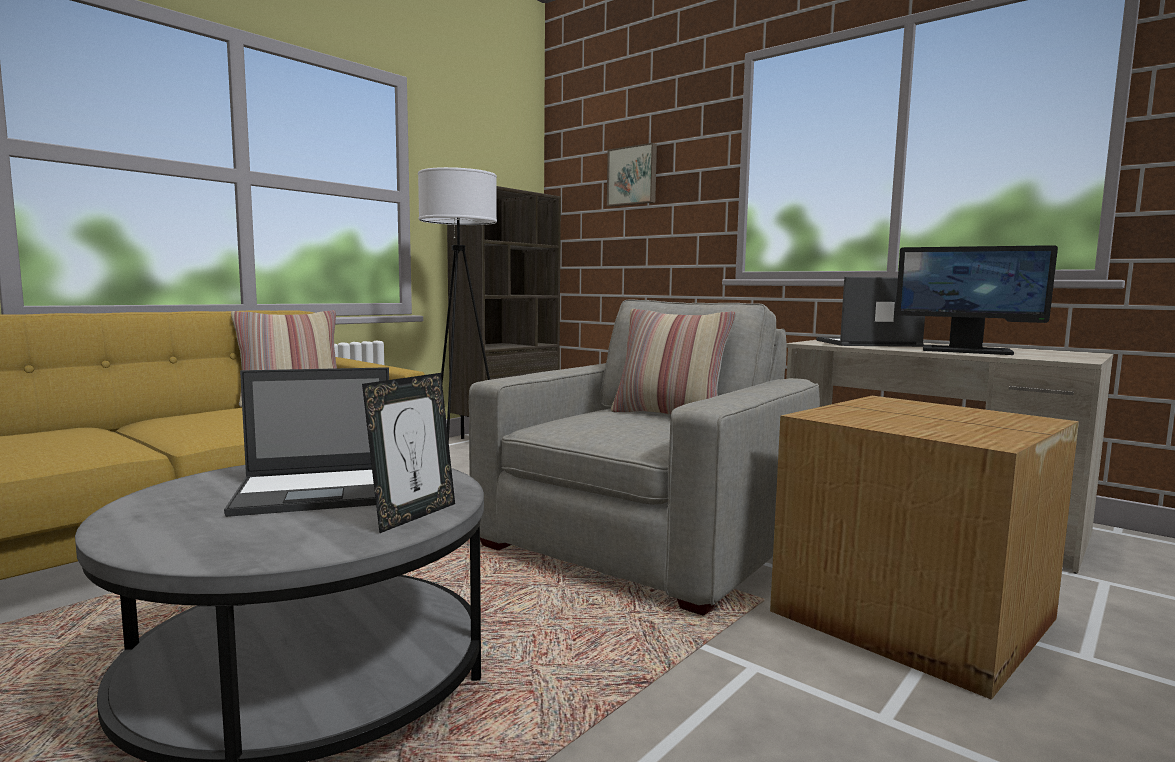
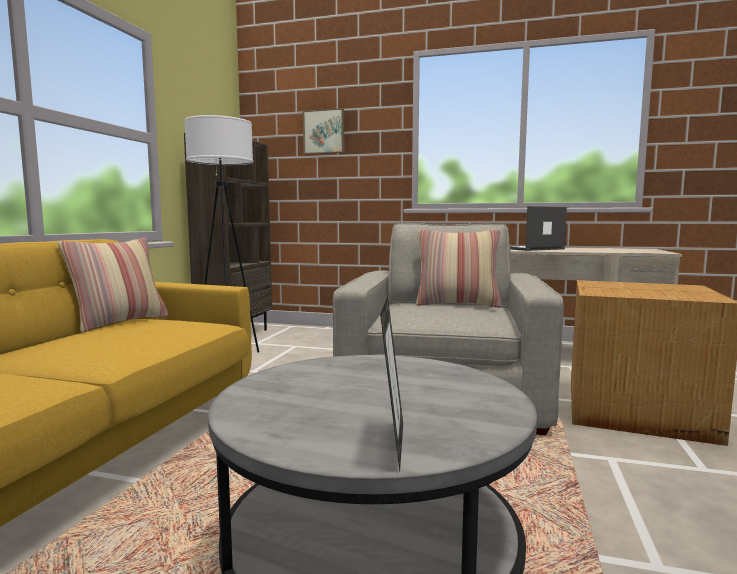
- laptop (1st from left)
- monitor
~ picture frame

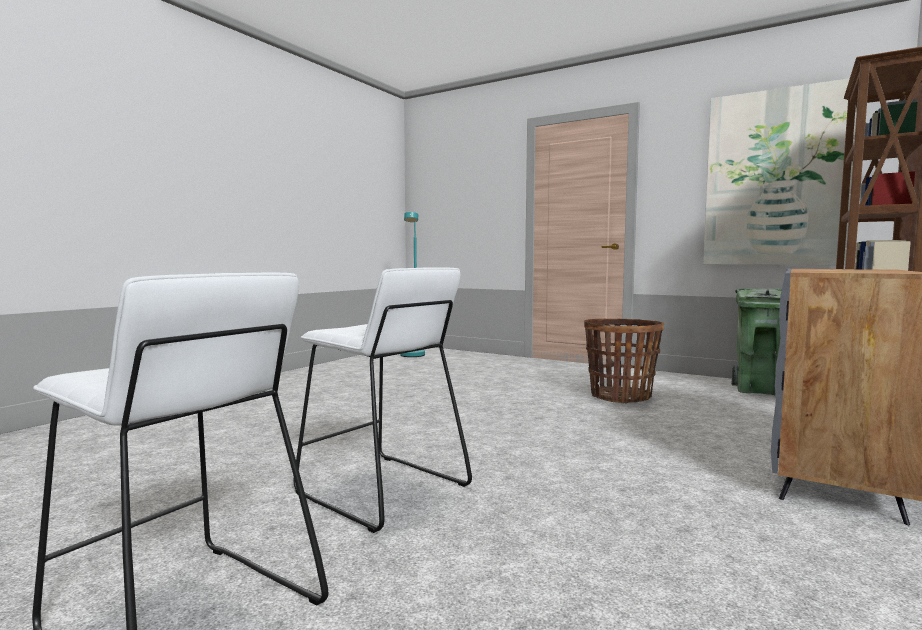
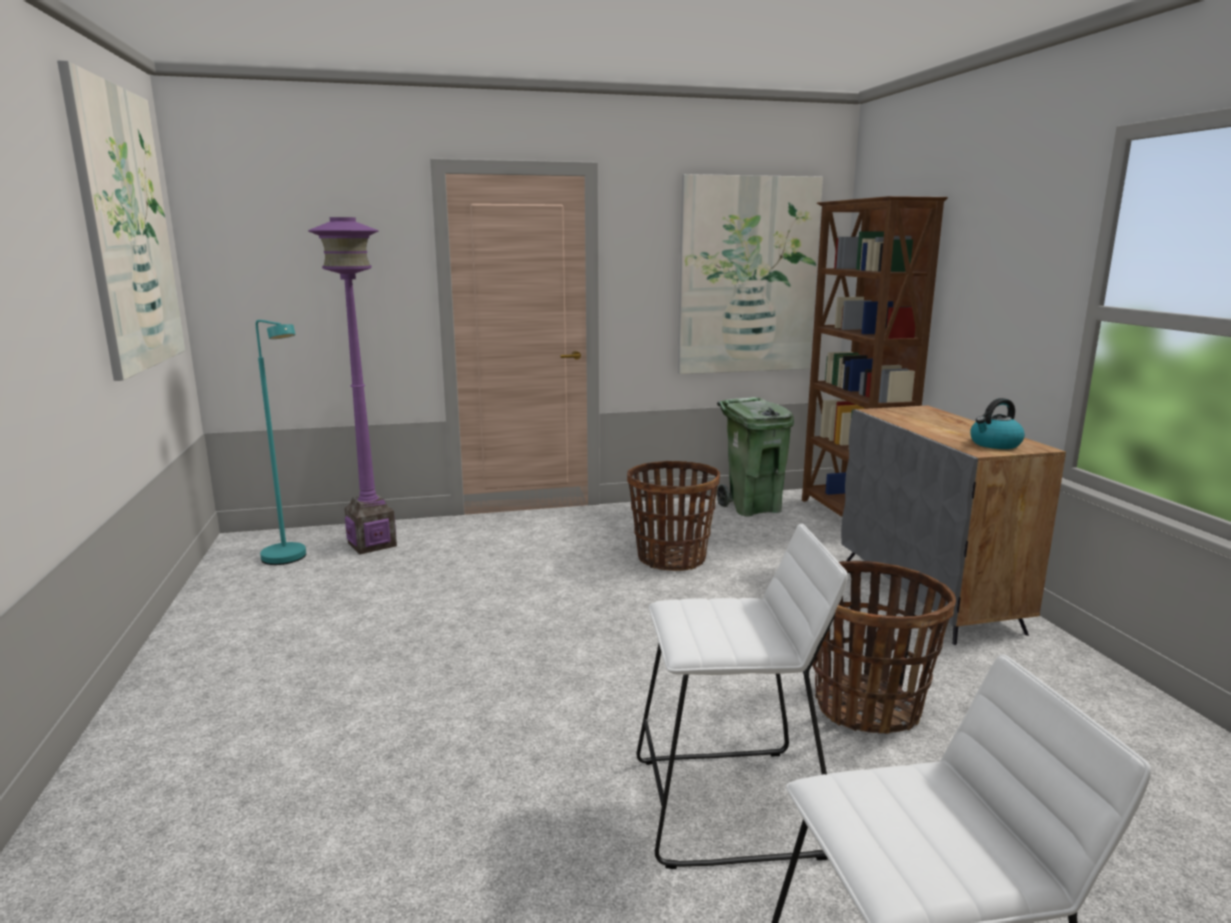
+ picture (1st from left)
+ purple floor lamp
+ basket (2nd from left)
+ kettle

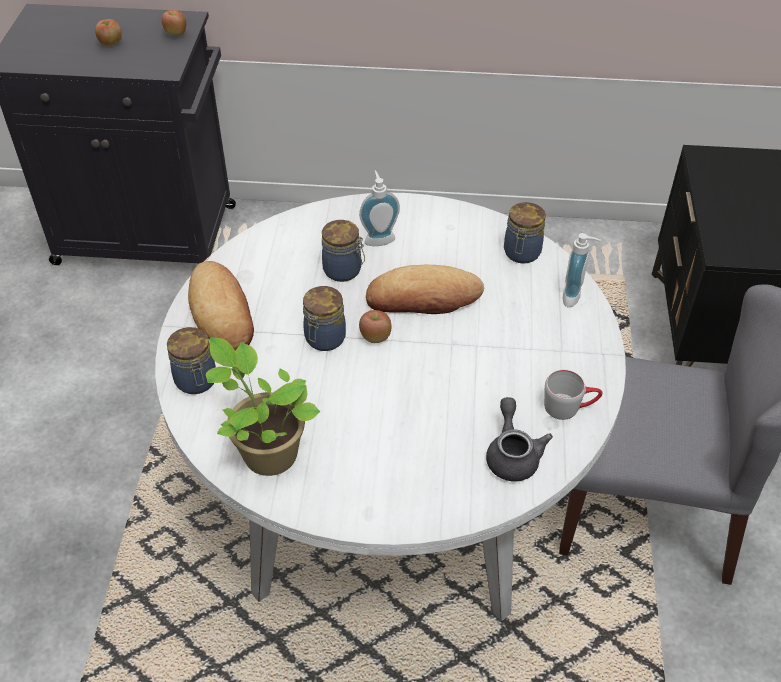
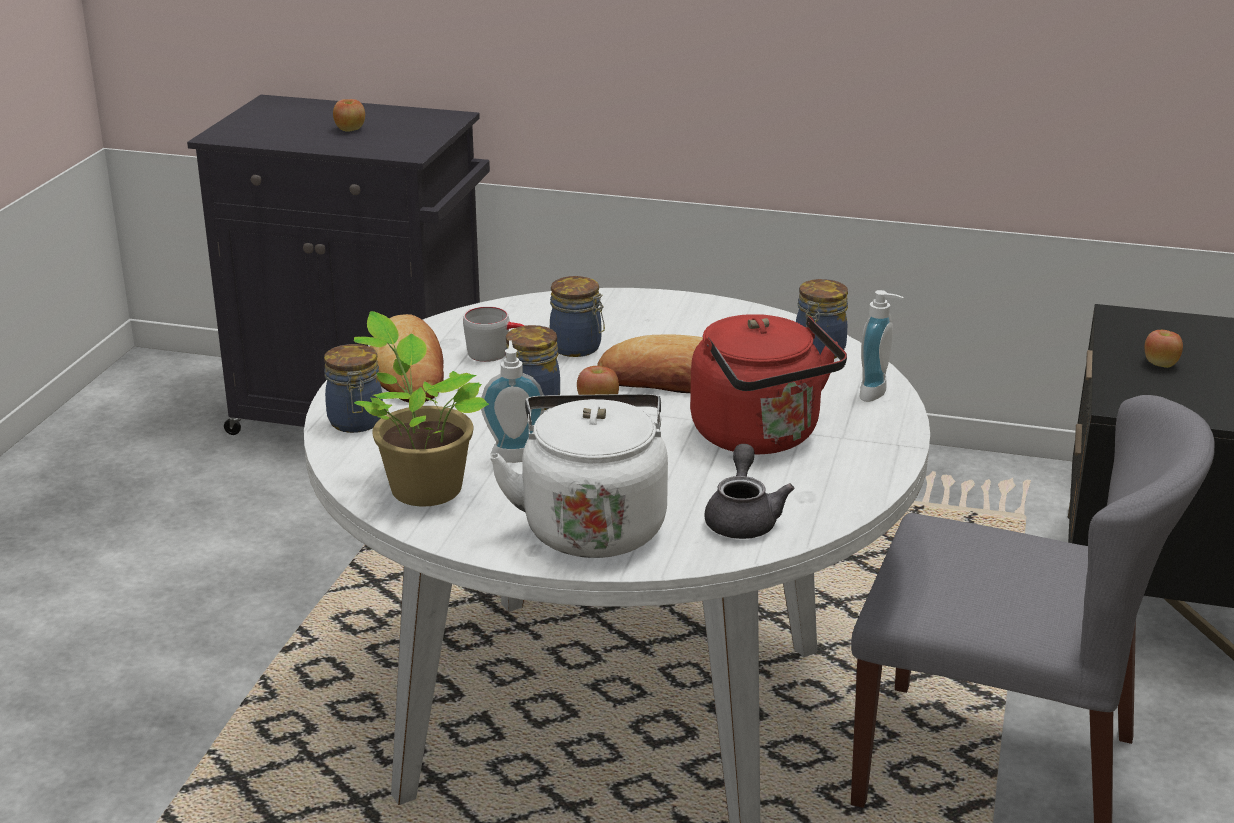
+ white kettle
+ red kettle
~ apple (2nd from left in the first image) to apple (3rd from left)
~ soap dispenser (1st from left)
~ grey mug

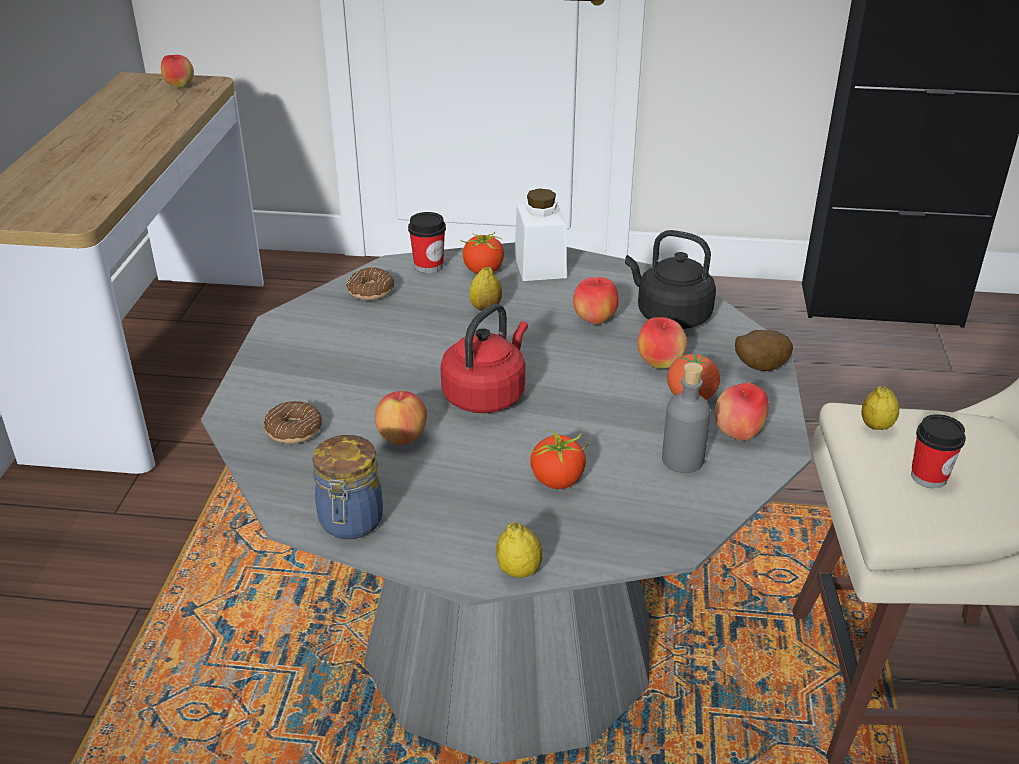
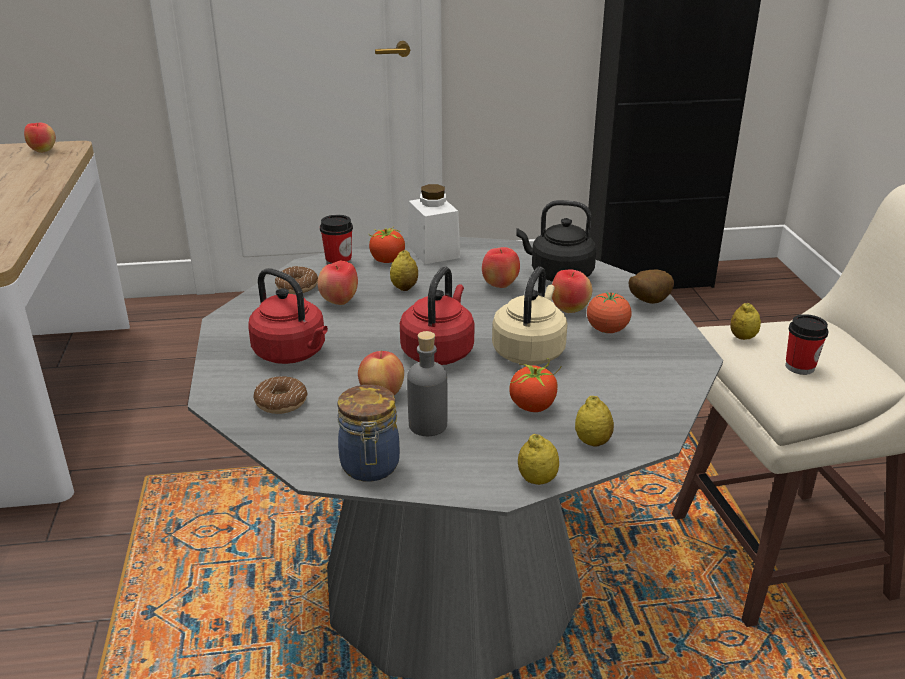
+ red kettle (1st from left)
+ beige kettle
+ lemon (3rd from left)
~ grey bottle
~ apple (5th from left in the first image) to apple (2nd from left)

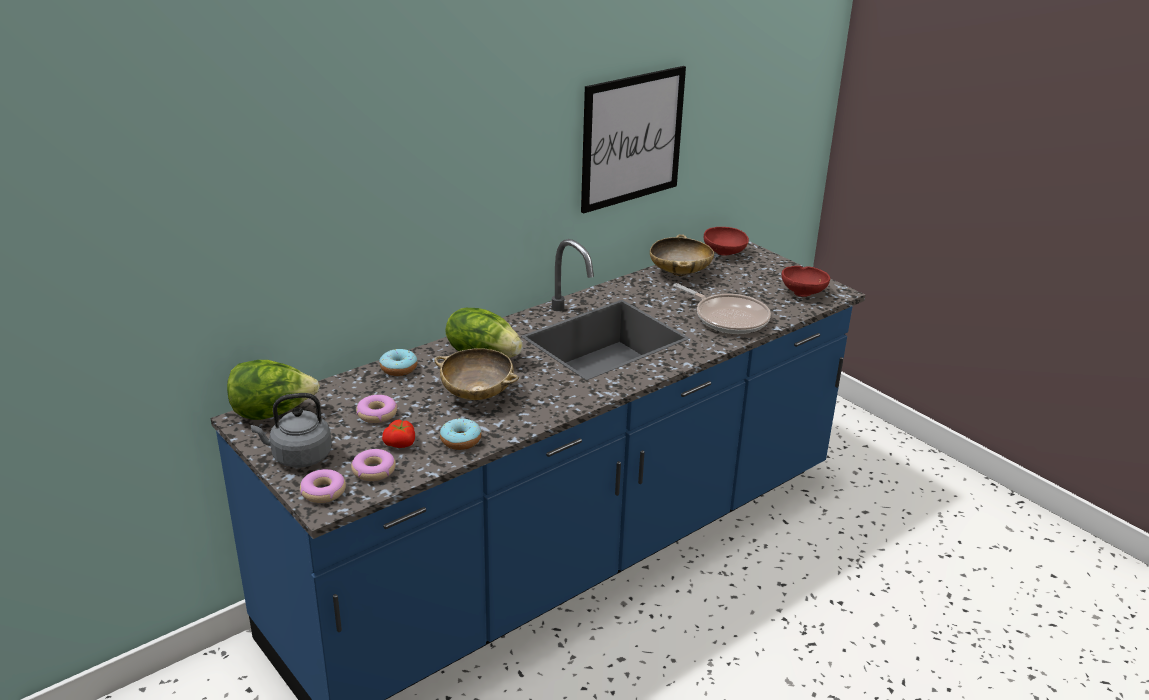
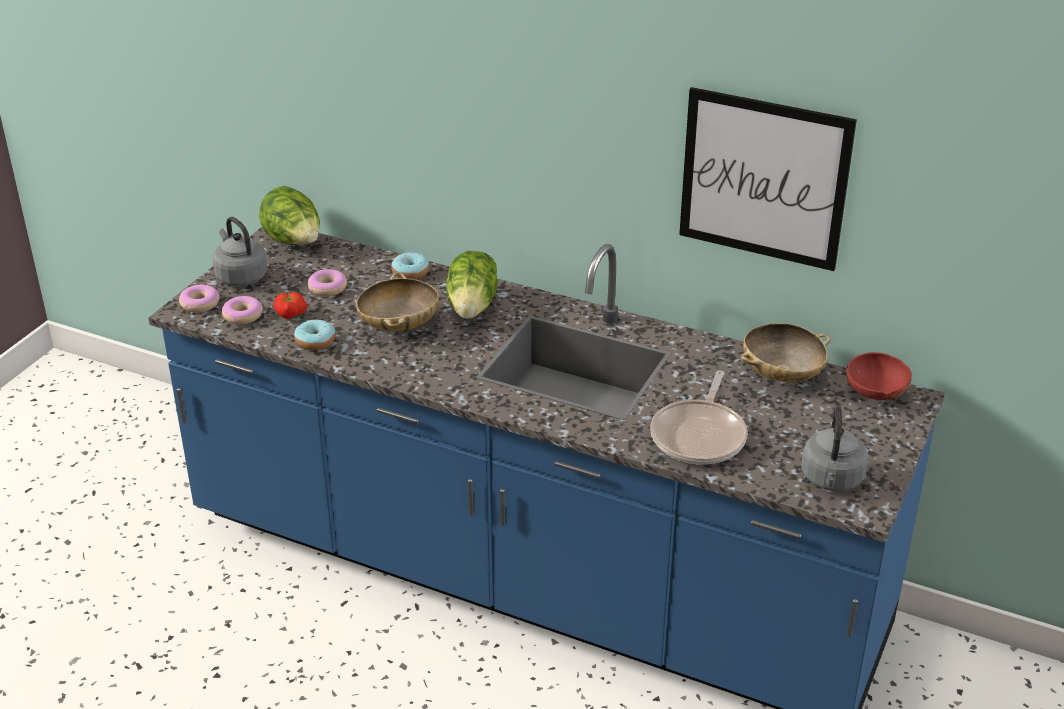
~ red bowl (2nd from left) to grey kettle (2nd from left)

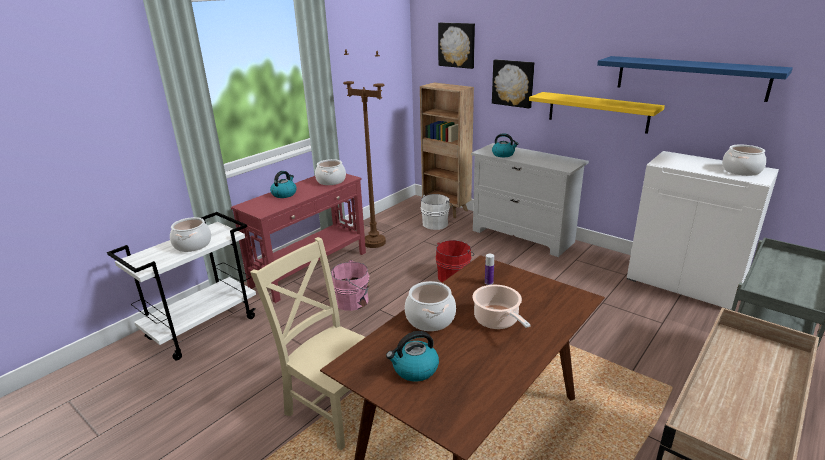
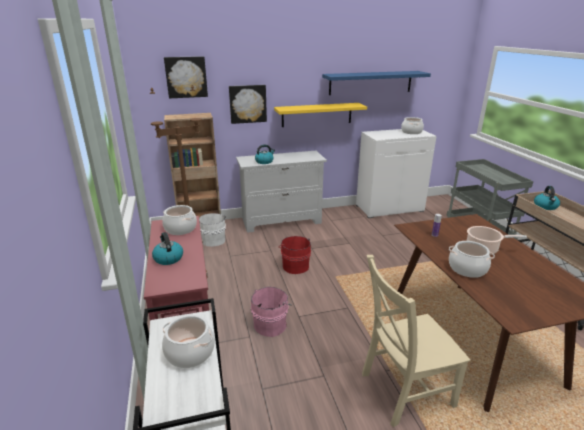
~ kettle (2nd from left in the first image) to kettle (3rd from left)

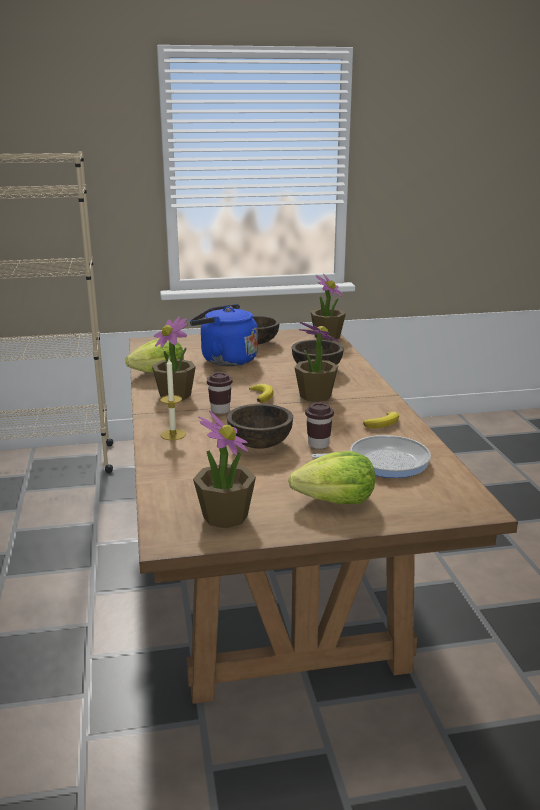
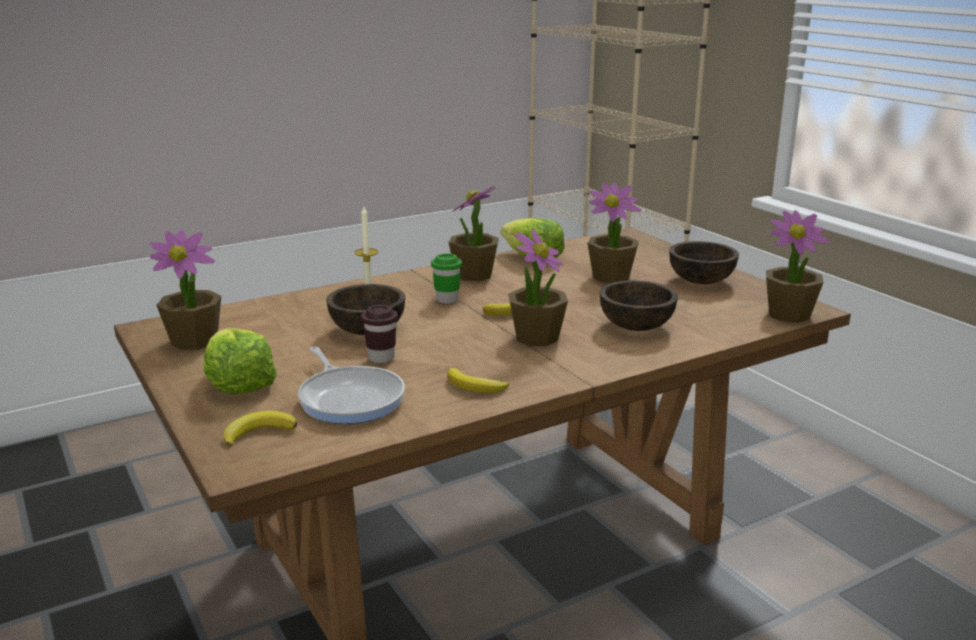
+ banana (1st from left)
~ blue kettle to potted plant (4th from left)
~ brown cup (1st from left) to green cup

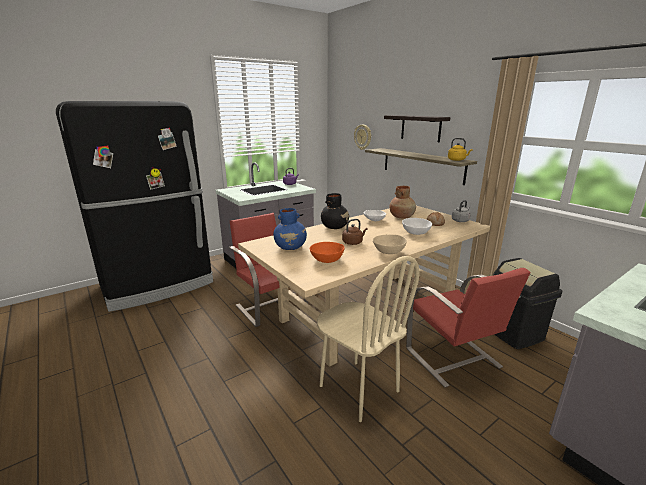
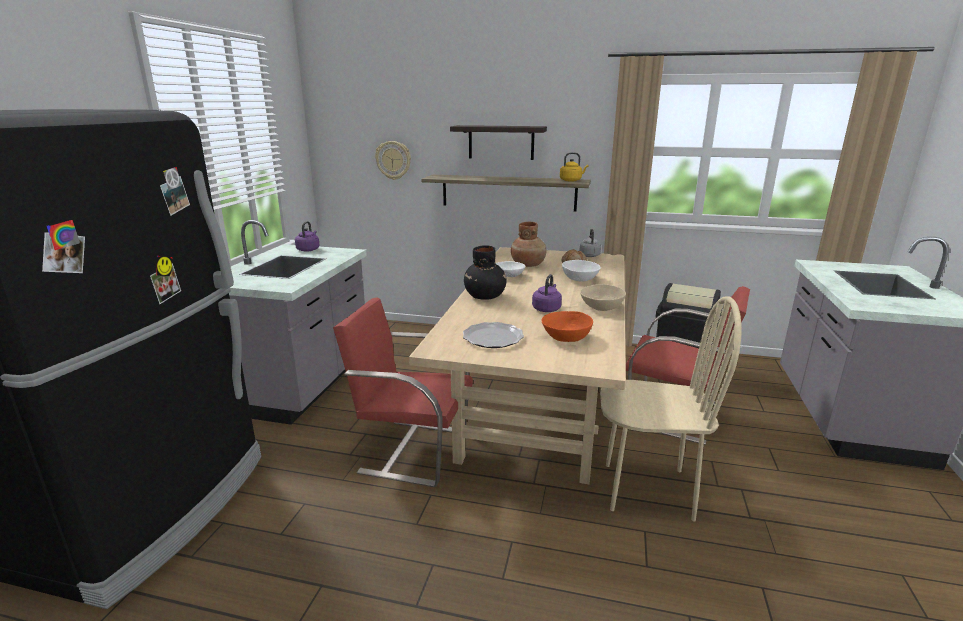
~ blue vase to plate
~ brown kettle to purple kettle (2nd from left)

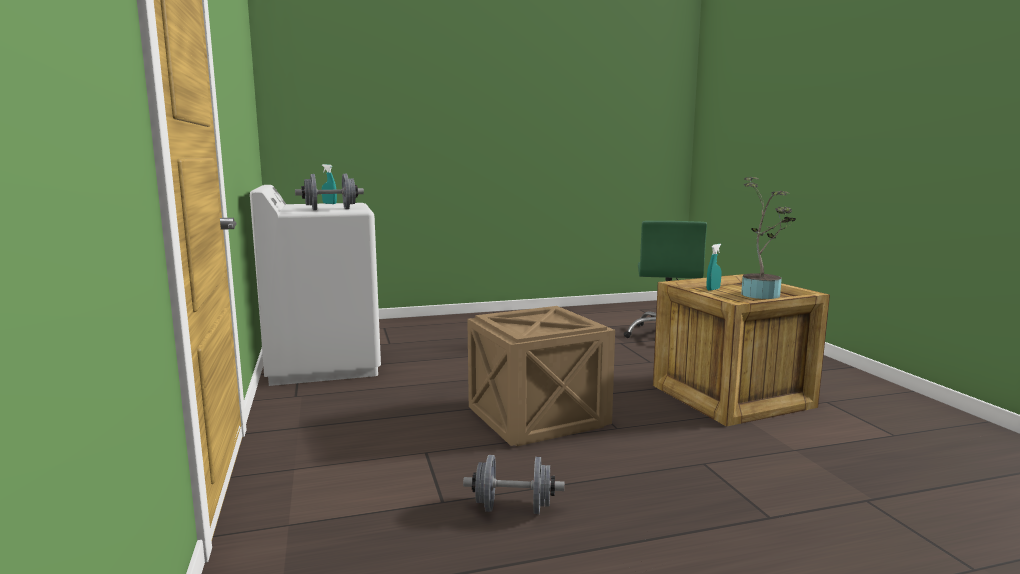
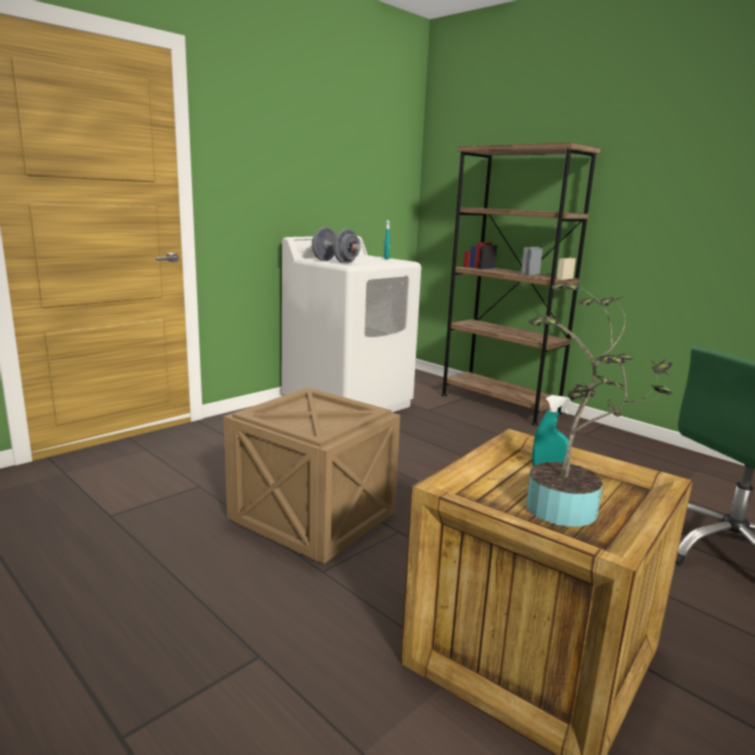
- grey dumbbell (2nd from left)
+ brown bookcase

